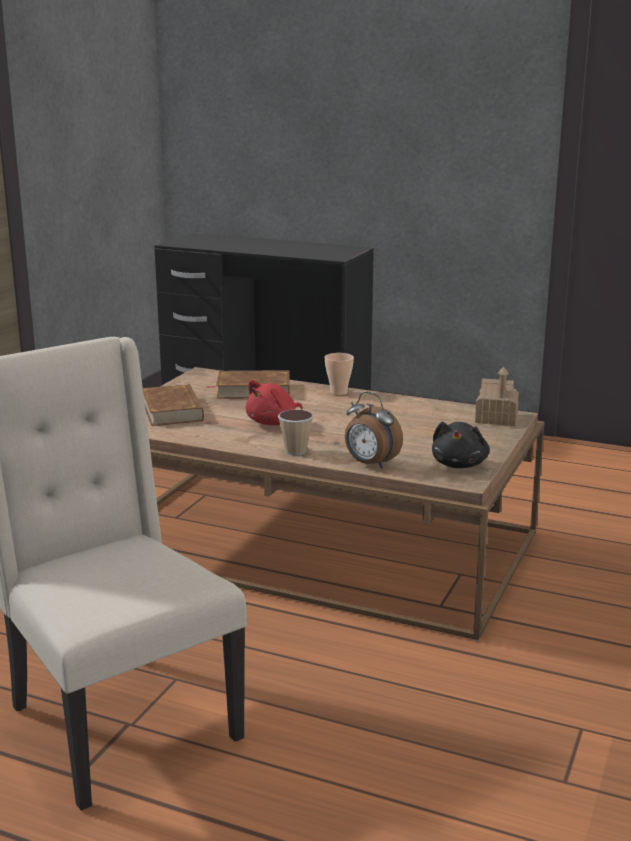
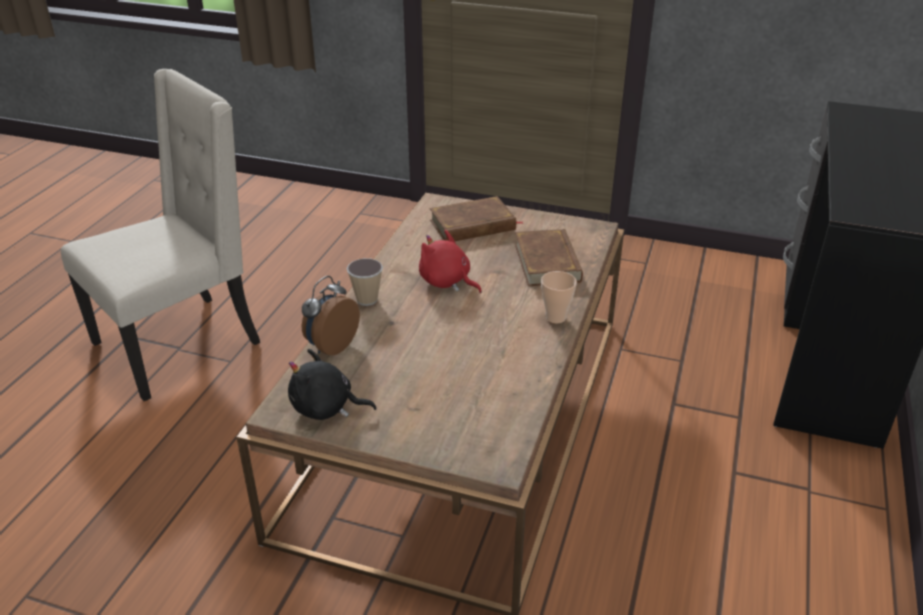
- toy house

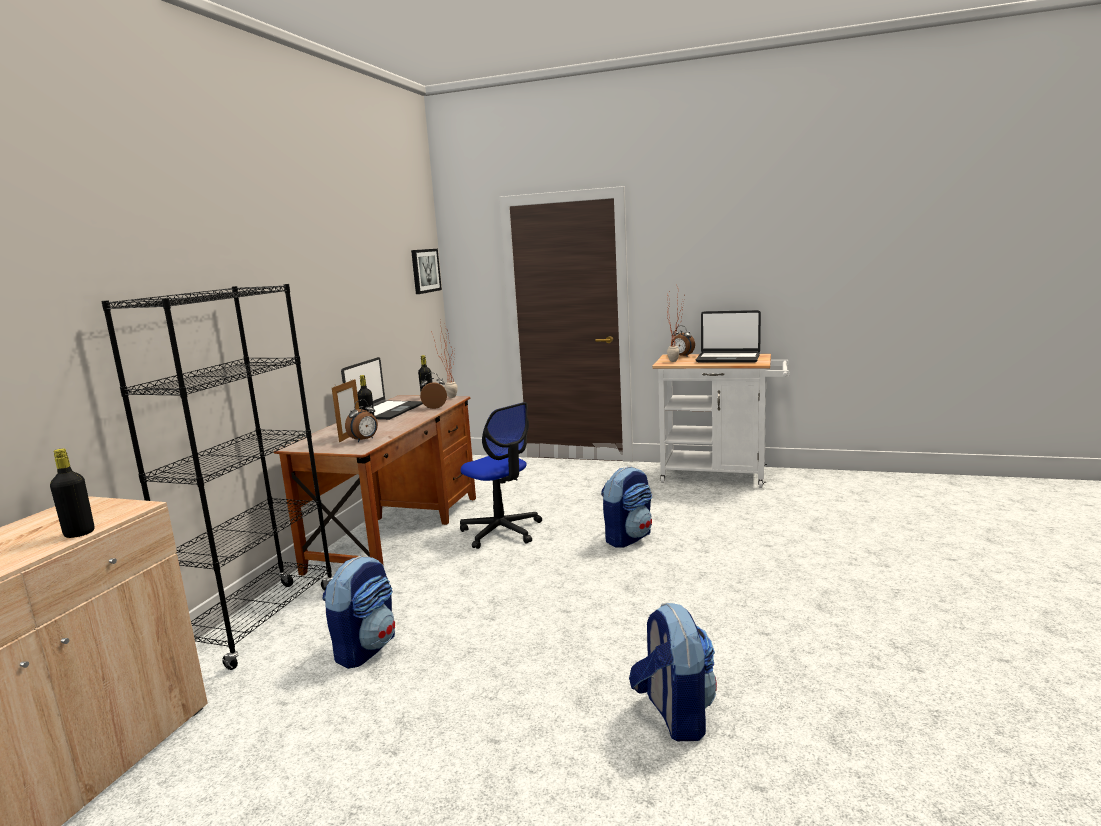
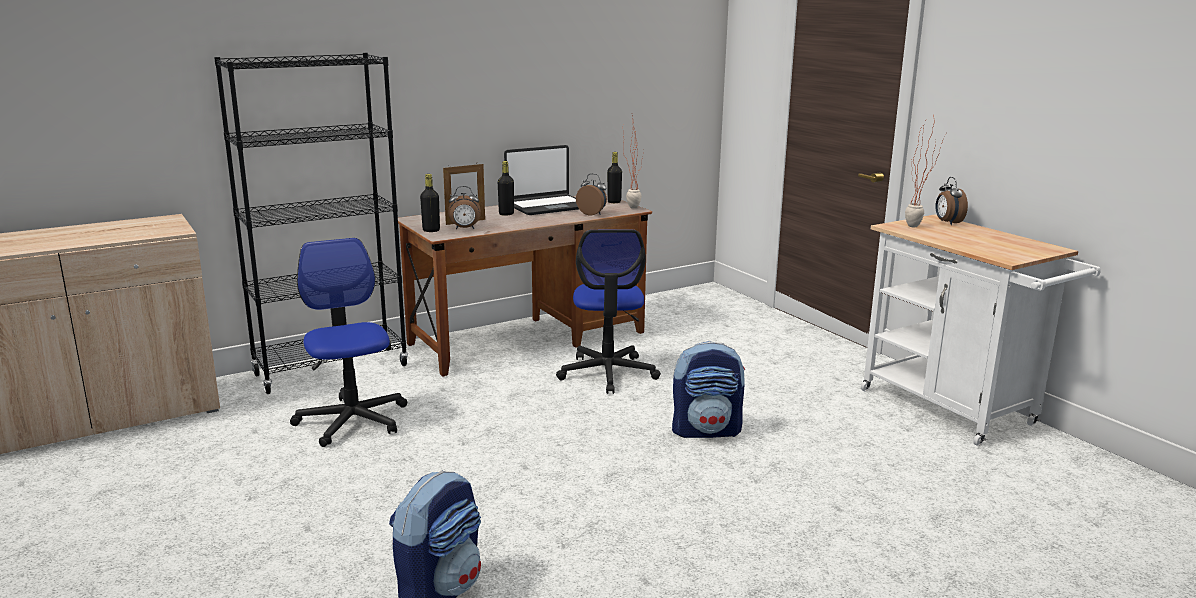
- picture
- laptop (2nd from left)
~ black bottle (1st from left)
~ backpack (1st from left) to office chair (1st from left)

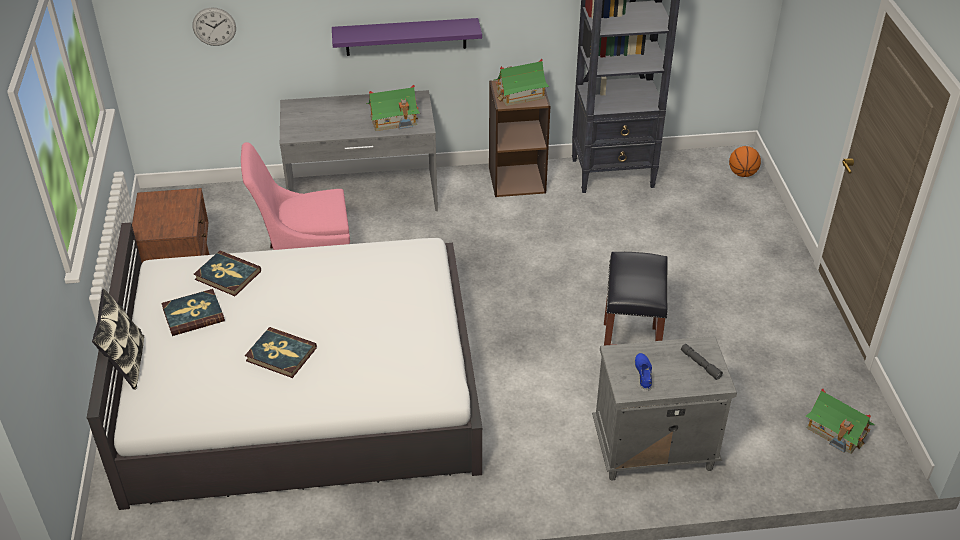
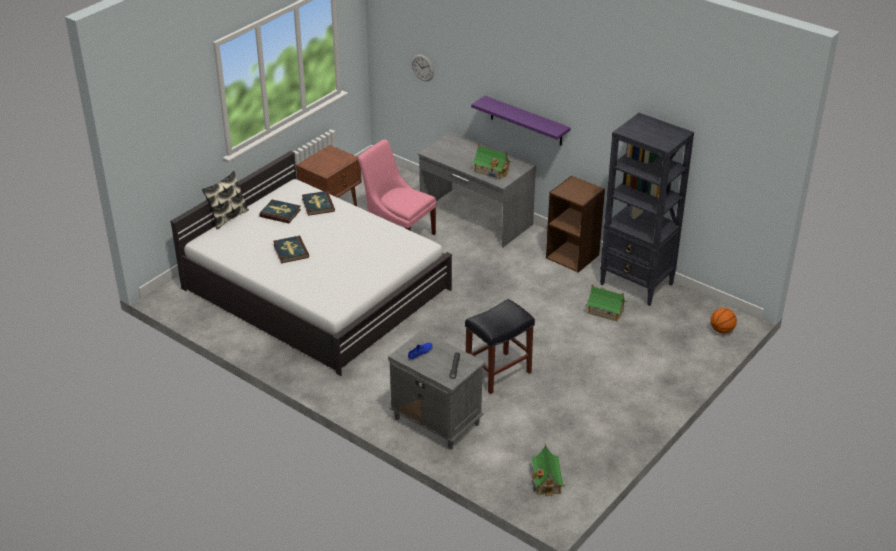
~ toy house (2nd from left in the first image) to toy house (3rd from left)

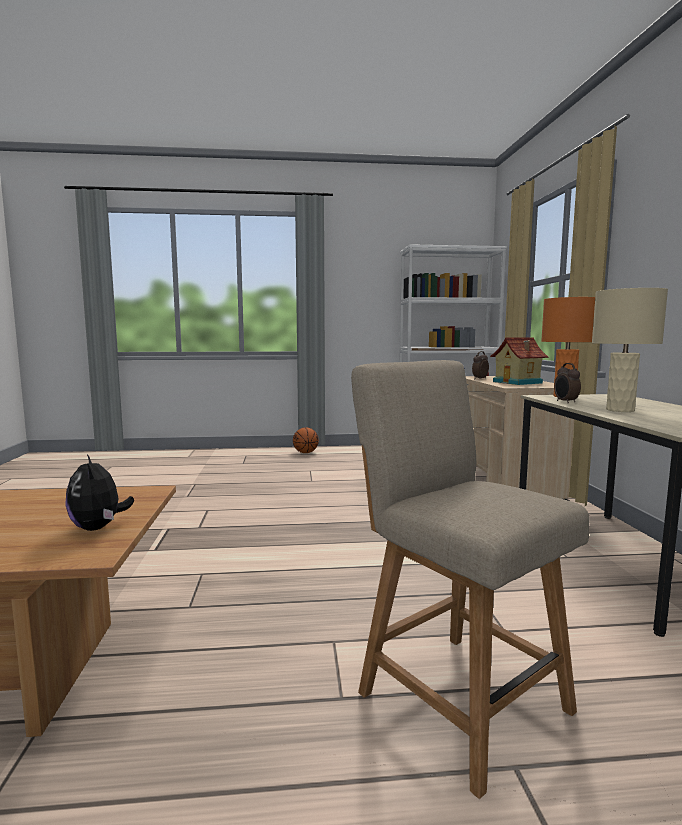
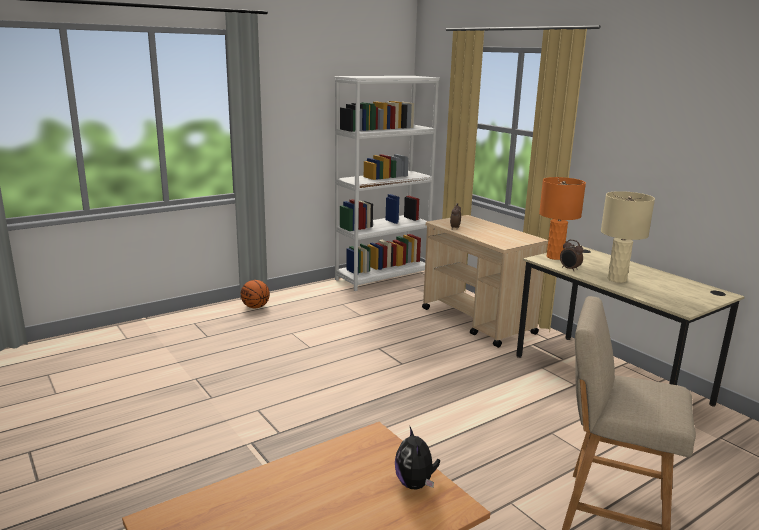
- toy house
~ plush toy 45 degrees clockwise

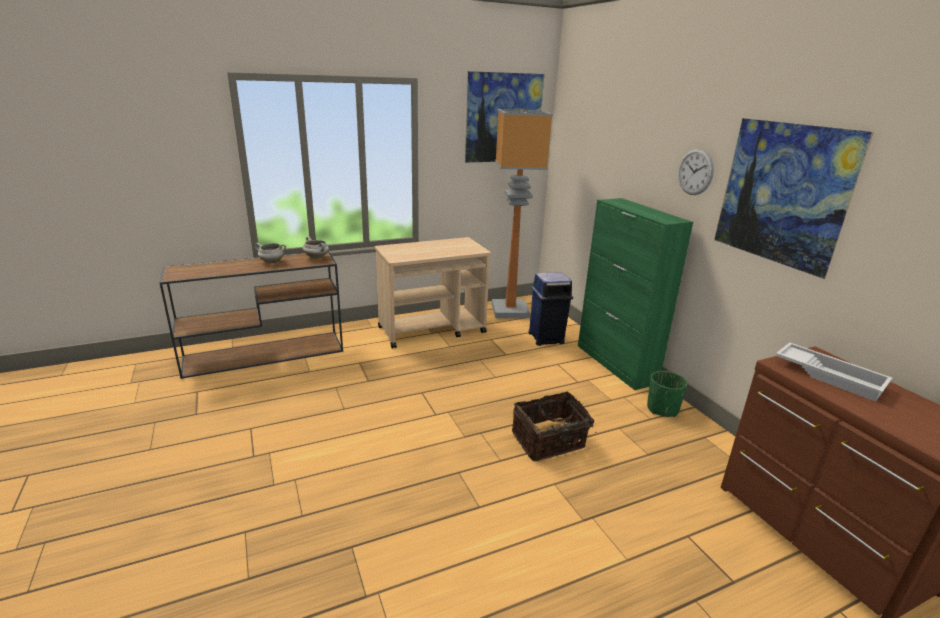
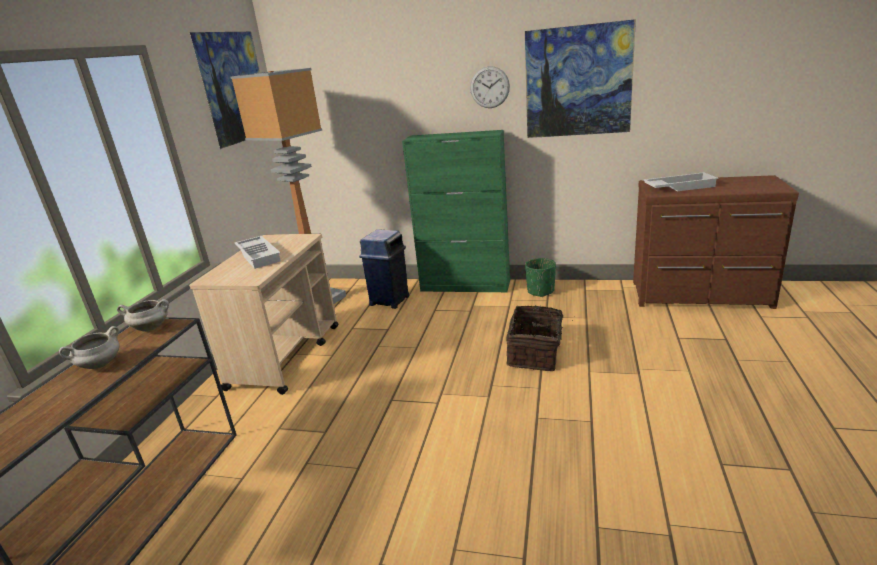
+ white tray (1st from left)

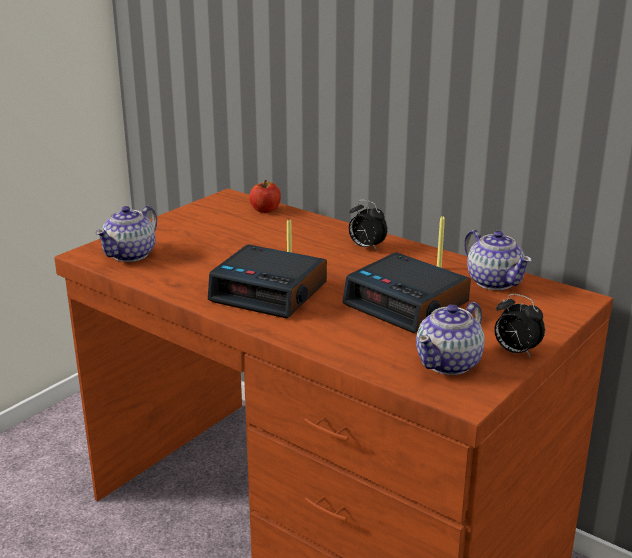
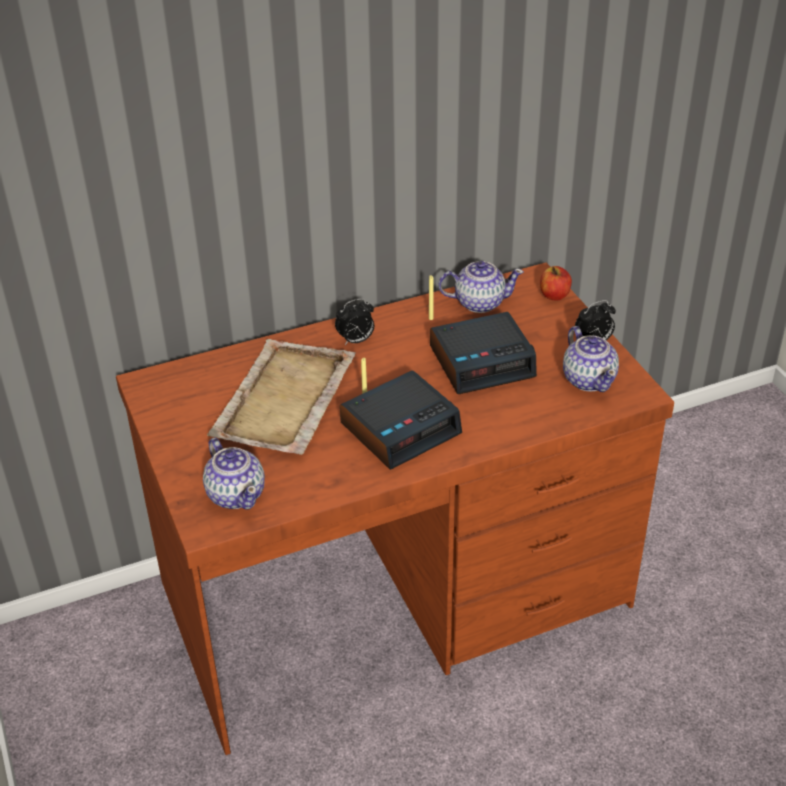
+ beige tray
~ apple

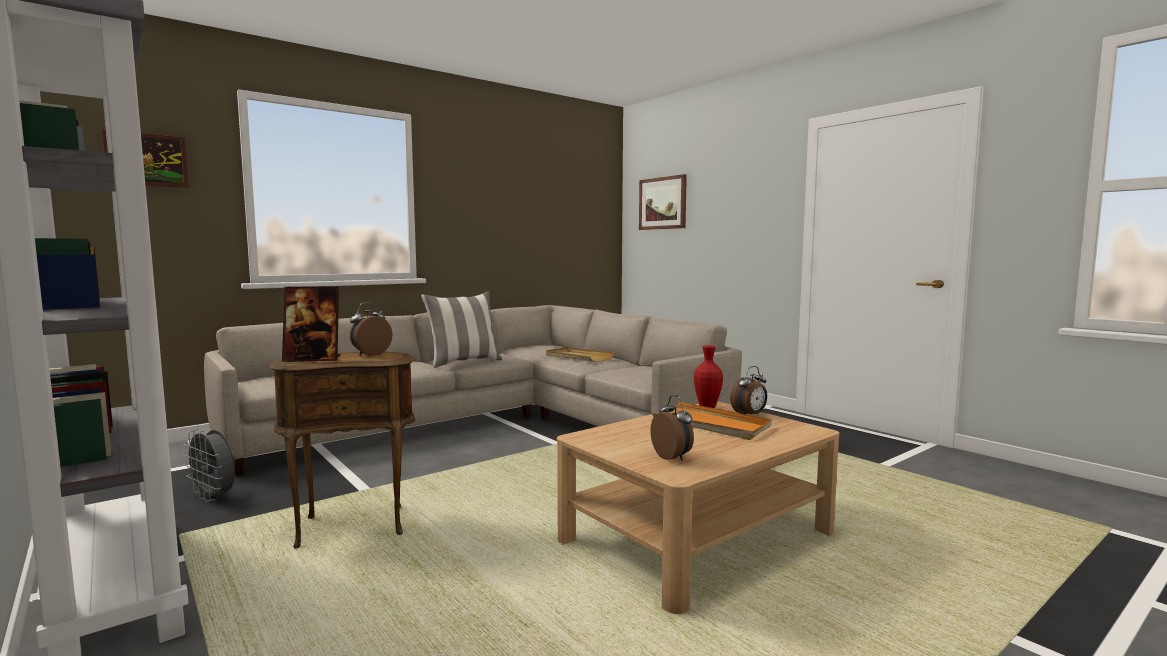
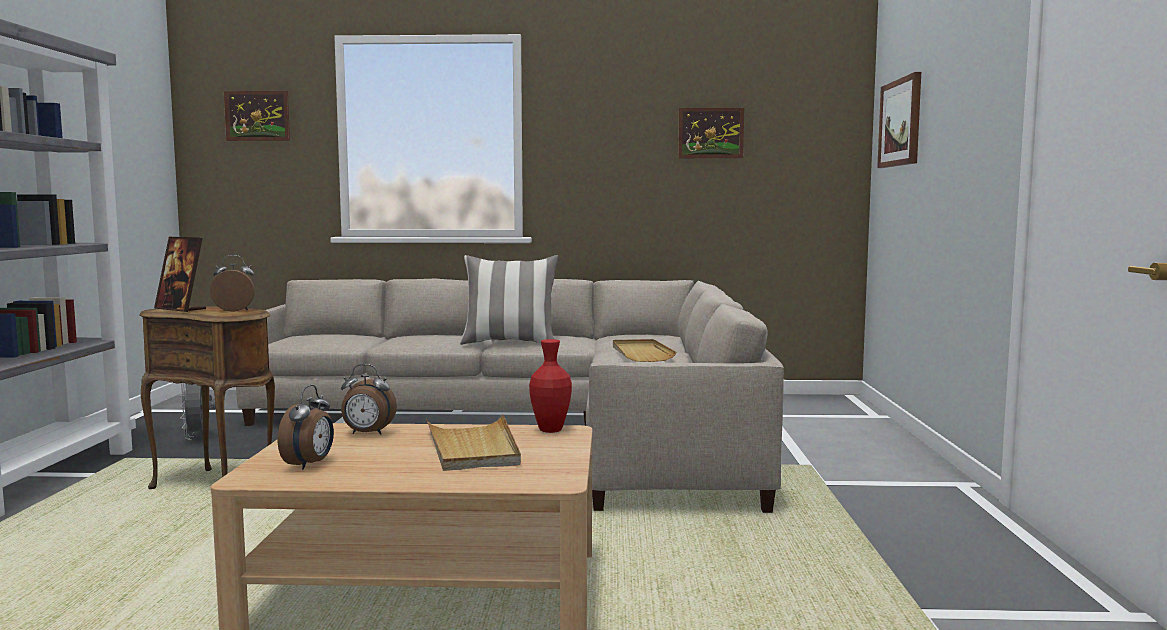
+ picture (2nd from left)
~ alarm clock (3rd from left)
~ orange tray to beige tray (1st from left)

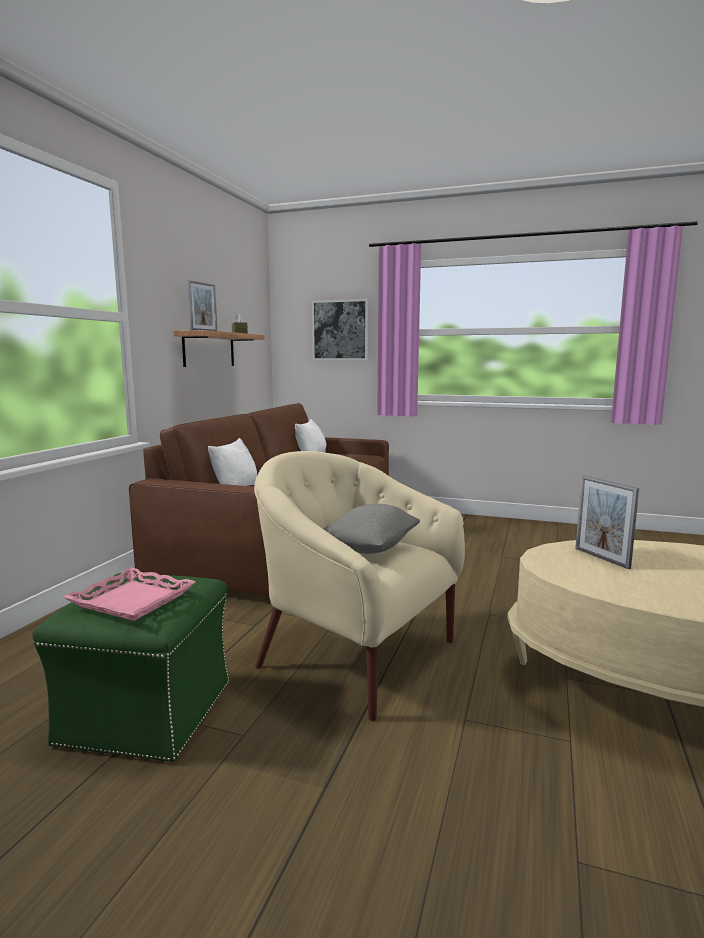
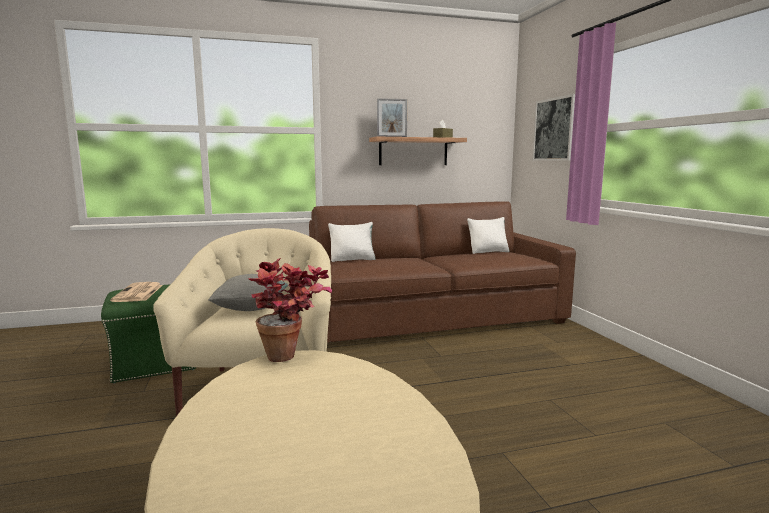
- picture frame (2nd from left)
+ potted plant
~ pink tray to newspaper

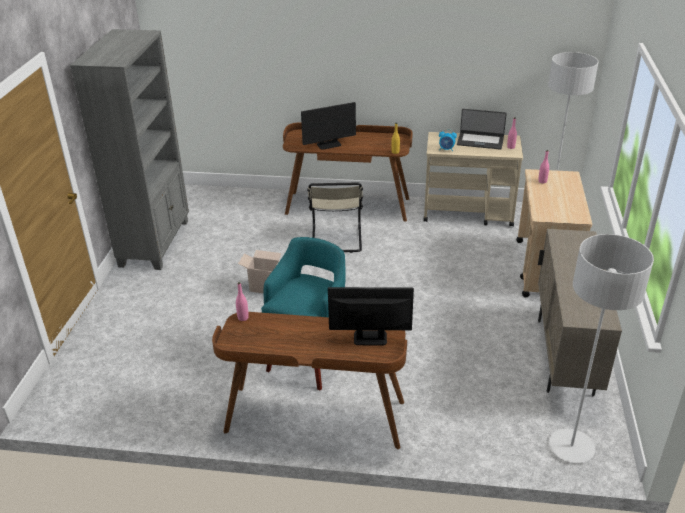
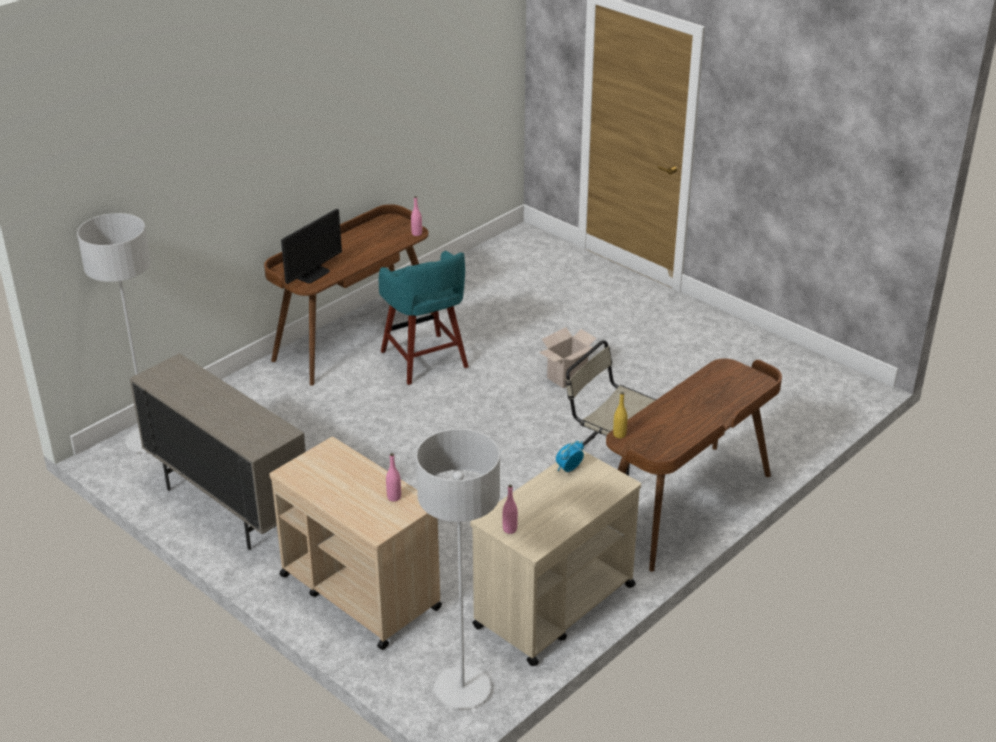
- grey bookcase
- monitor (1st from left)
- laptop

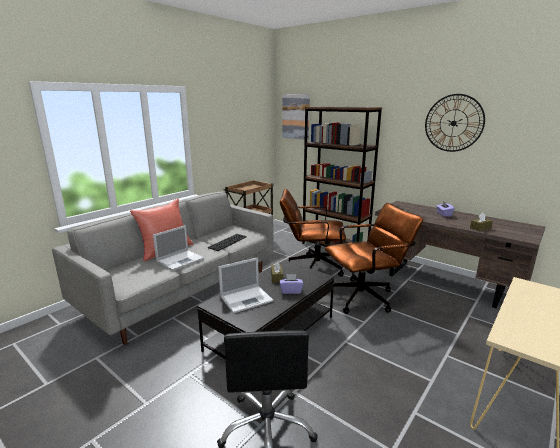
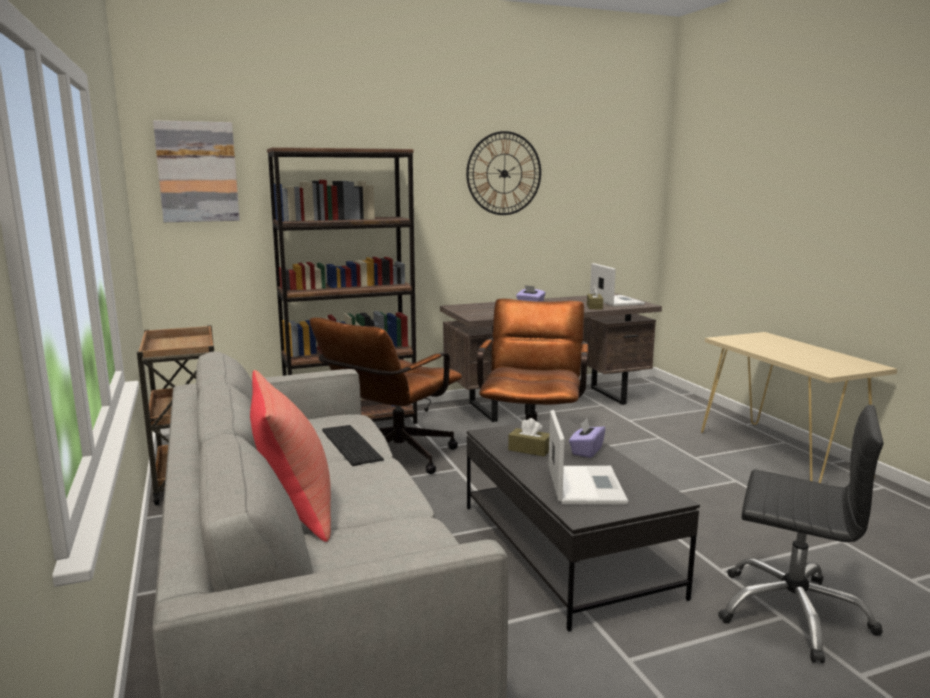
~ laptop (1st from left in the first image) to laptop (2nd from left)

